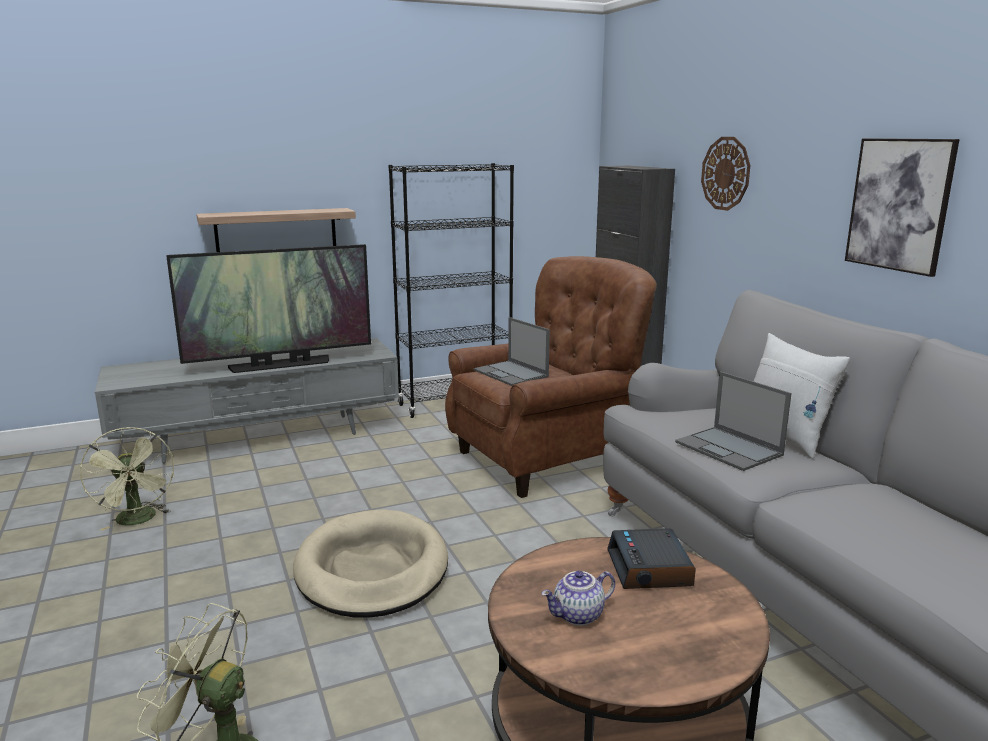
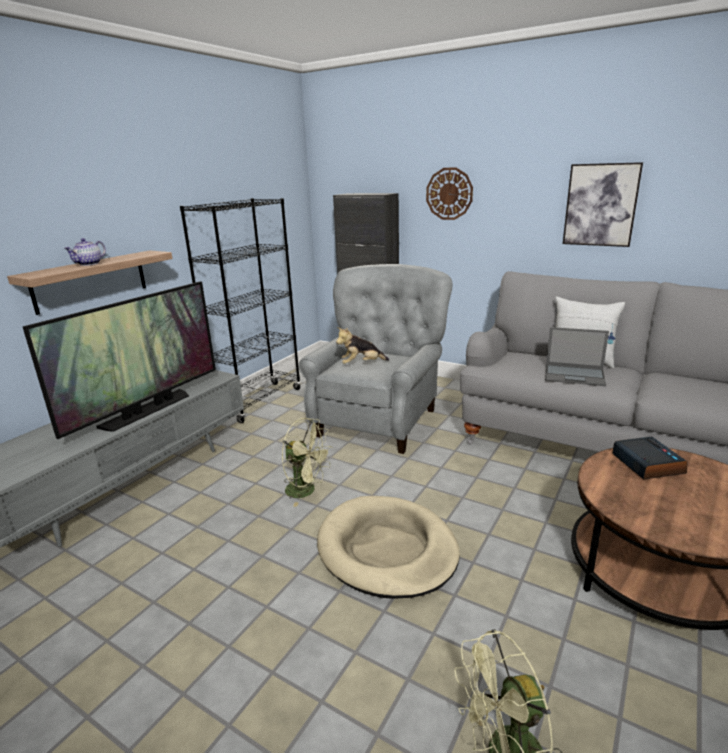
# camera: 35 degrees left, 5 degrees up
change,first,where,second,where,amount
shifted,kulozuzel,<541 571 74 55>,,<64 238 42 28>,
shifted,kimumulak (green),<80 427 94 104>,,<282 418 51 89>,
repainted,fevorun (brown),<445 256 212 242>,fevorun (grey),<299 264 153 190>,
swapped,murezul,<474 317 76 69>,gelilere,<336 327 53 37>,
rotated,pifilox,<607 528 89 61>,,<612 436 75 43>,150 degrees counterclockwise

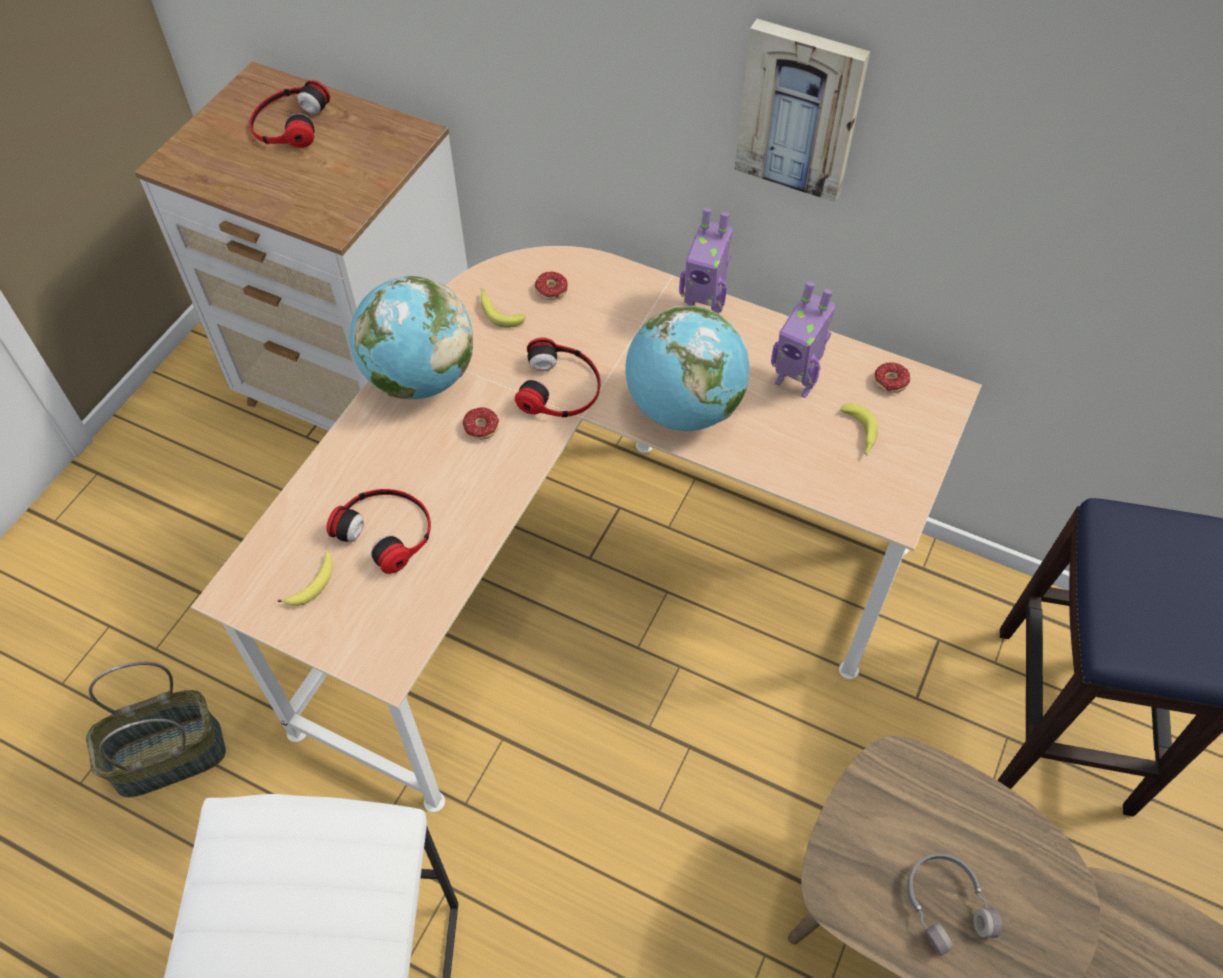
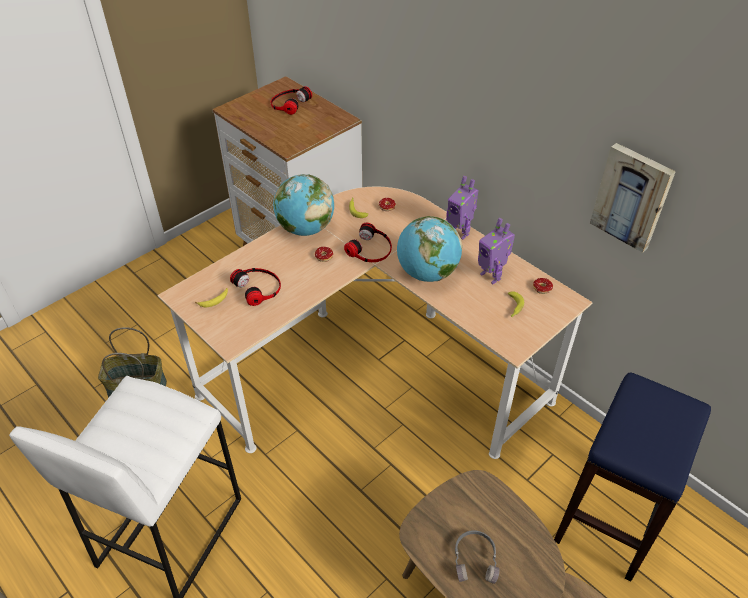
# camera: 20 degrees right, 10 degrees down
change,first,where,second,where,amount
shifted,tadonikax,<734 19 136 183>,,<590 143 86 110>,

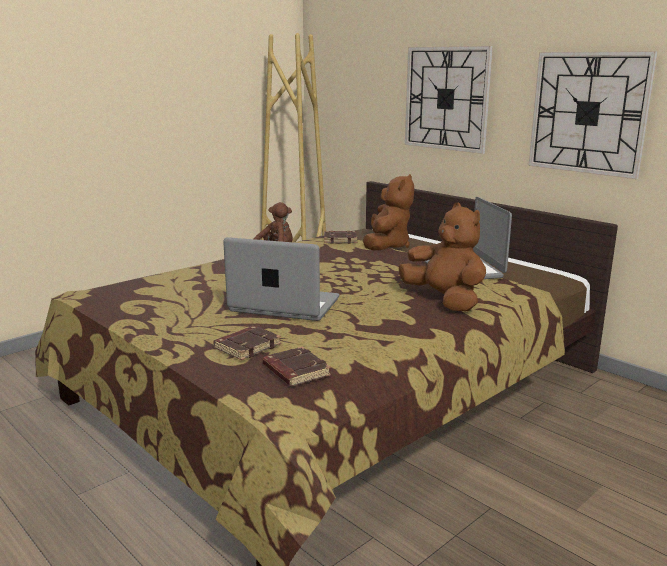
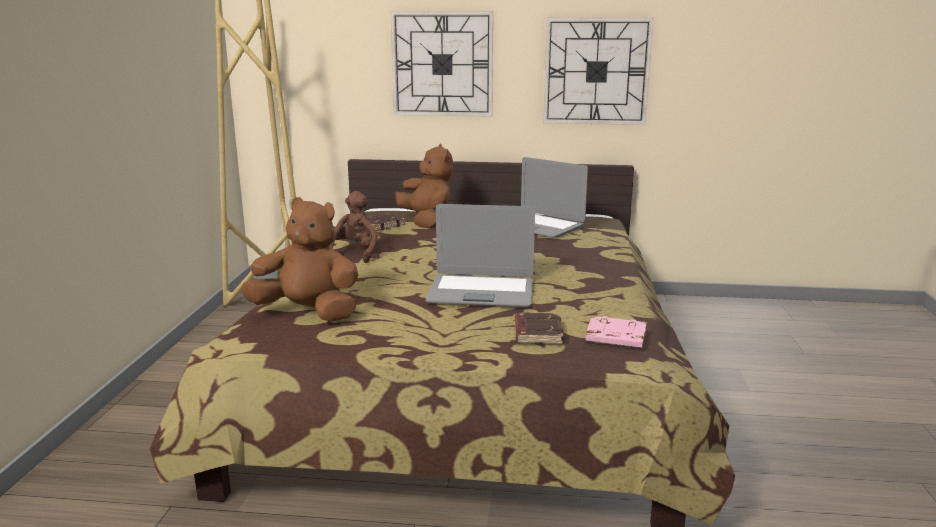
# camera: 40 degrees left, 0 degrees up
change,first,where,second,where,amount
shifted,gelilere (brown),<399 203 87 108>,,<241 197 118 125>,
rotated,murezul,<223 237 116 84>,,<426 204 109 103>,150 degrees counterclockwise
repainted,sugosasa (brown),<263 347 68 39>,sugosasa (pink),<585 316 62 32>,

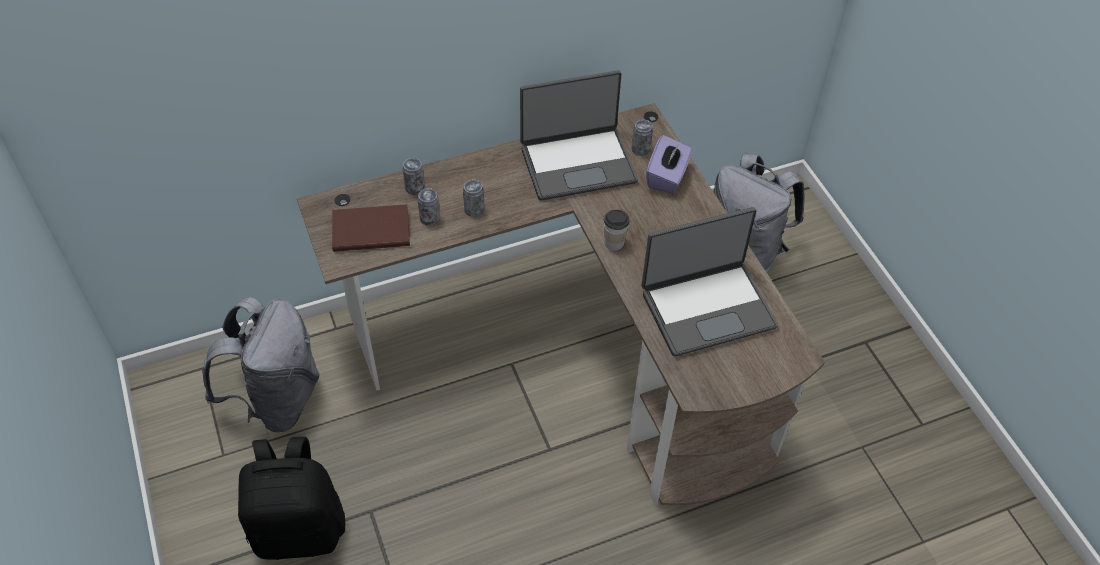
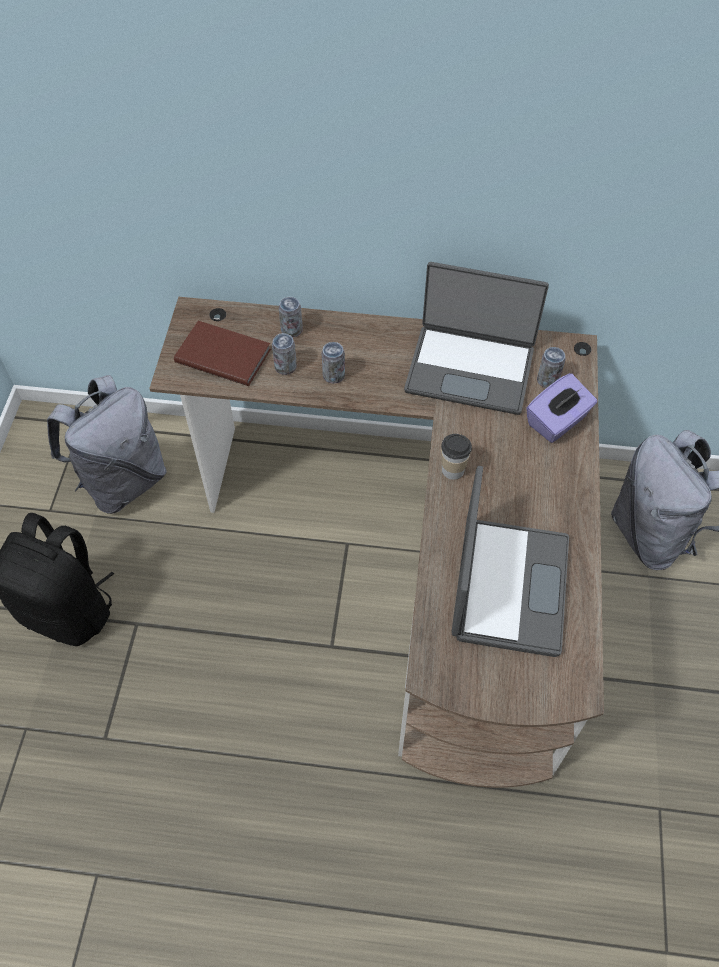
# camera: 30 degrees right, 5 degrees up
change,first,where,second,where,amount
rotated,murezul,<641 207 137 149>,,<452 466 117 191>,90 degrees counterclockwise

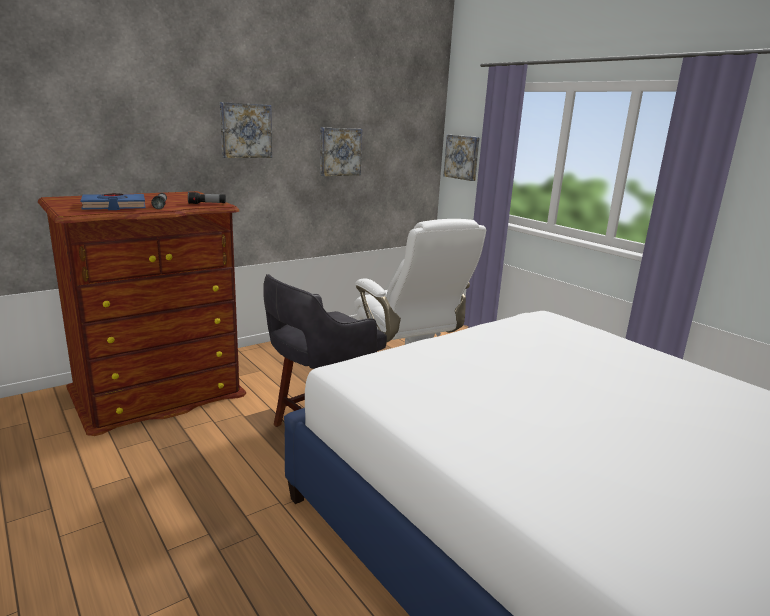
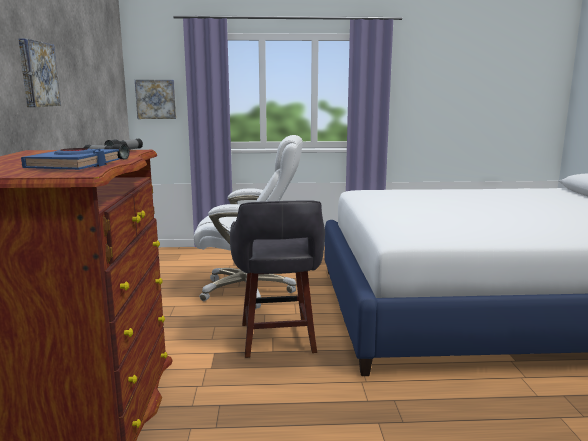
# camera: 55 degrees left, 5 degrees down
change,first,where,second,where,amount
gone,tadonikax,<320 128 42 48>,,,

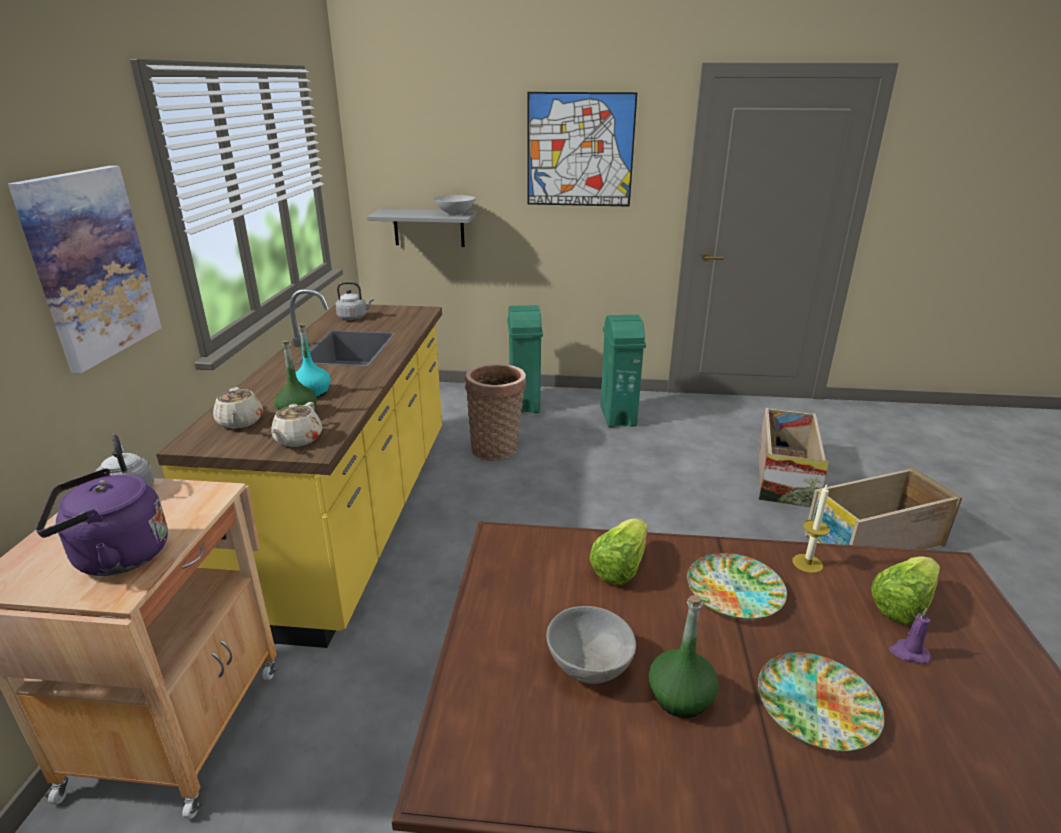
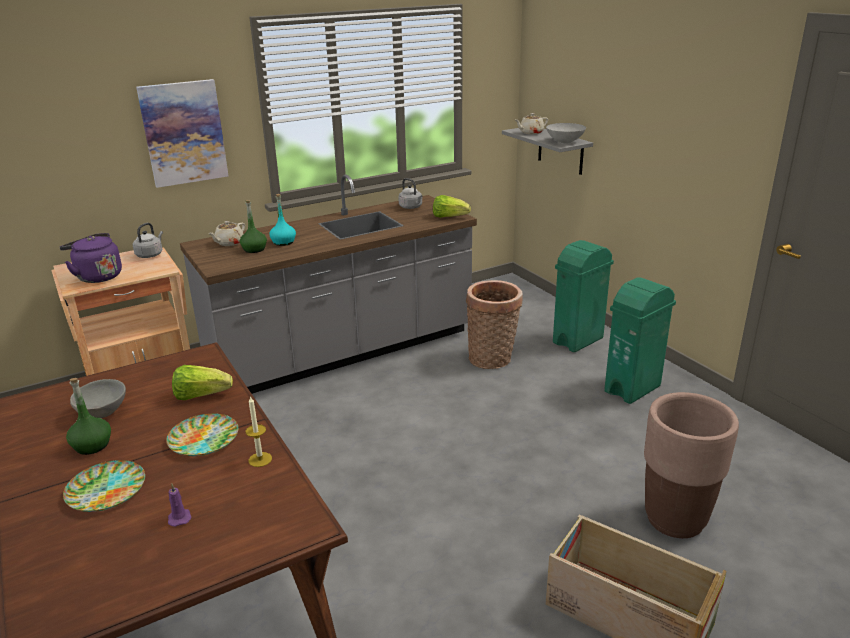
# camera: 55 degrees right, 0 degrees up
change,first,where,second,where,amount
repainted,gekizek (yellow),<156 289 286 359>,gekizek (grey),<180 175 297 219>,
shifted,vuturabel,<871 556 69 69>,,<433 195 38 23>,
shifted,kulozuzel (beige),<271 402 51 45>,,<515 113 33 21>,
swapped,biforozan,<758 408 71 100>,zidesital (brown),<644 392 95 146>,
gone,tadonikax,<527 92 110 115>,,,

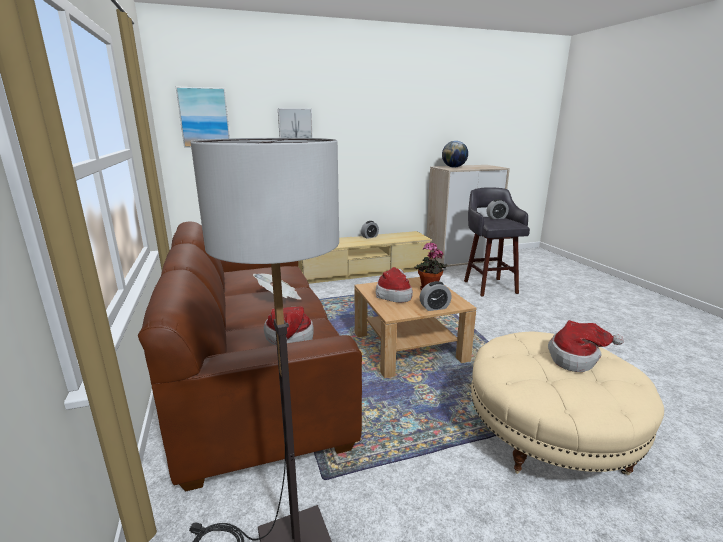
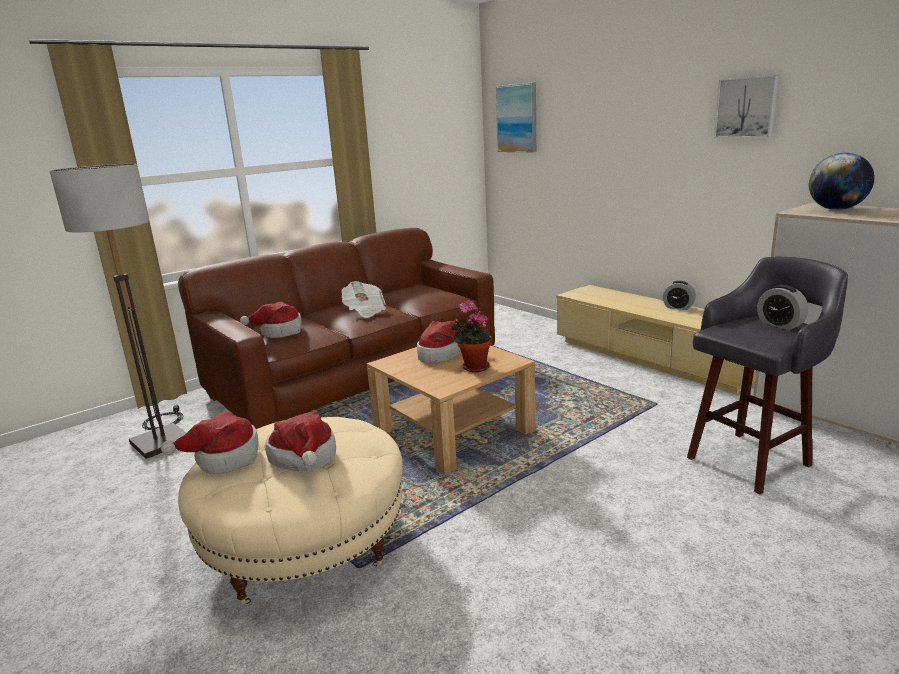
# camera: 70 degrees right, 0 degrees up
change,first,where,second,where,amount
new,,,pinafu,<161 412 97 62>,
shifted,tadonikax,<278 108 35 30>,,<714 75 65 63>,
gone,pifilox,<420 281 32 30>,,,

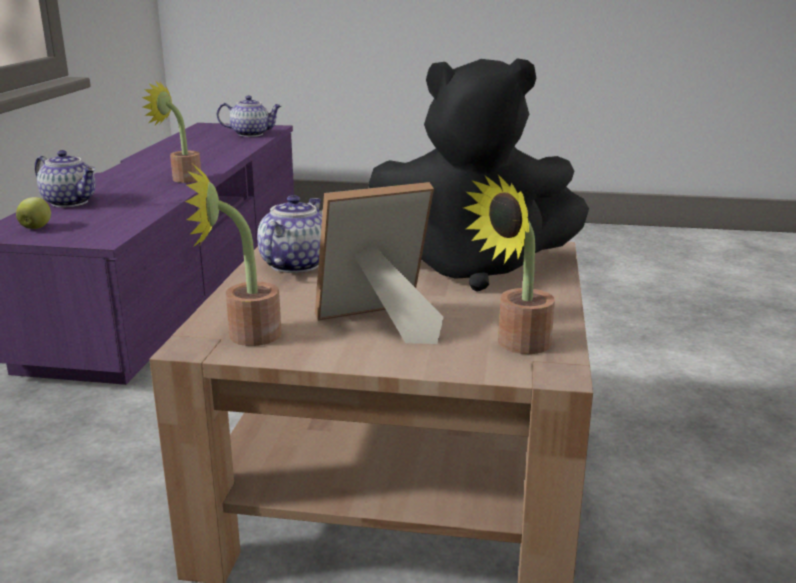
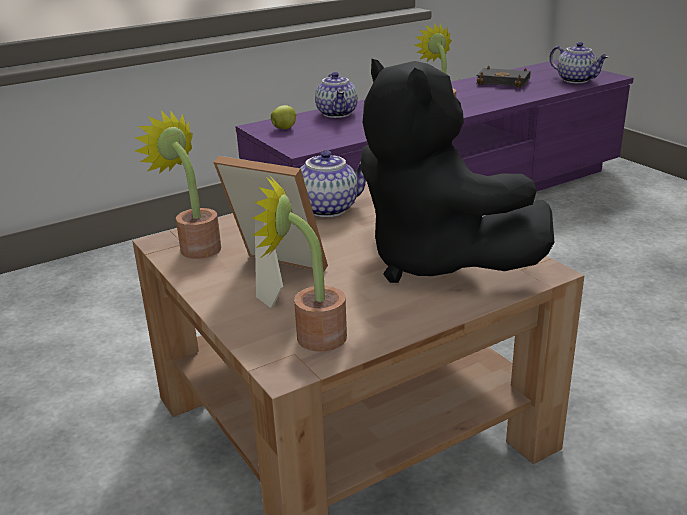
# camera: 50 degrees right, 5 degrees up
change,first,where,second,where,amount
new,,,sugosasa (black),<476 66 55 22>,

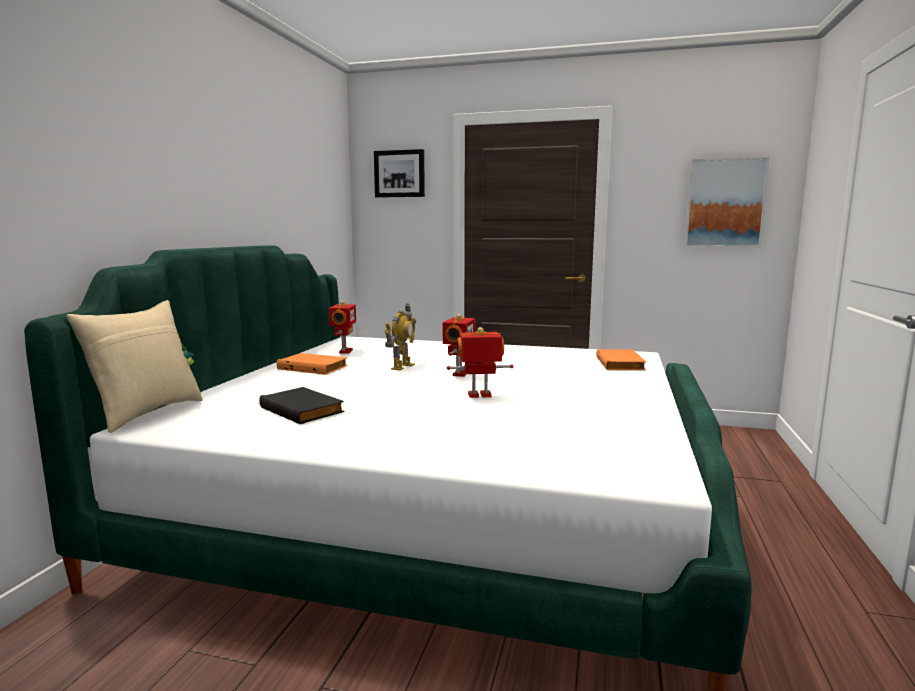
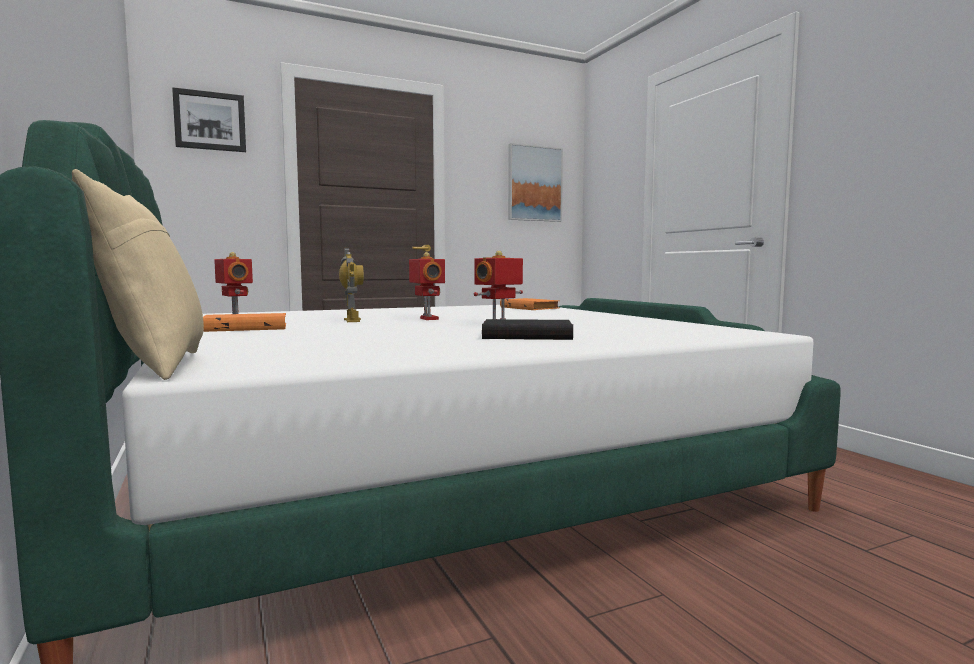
# camera: 40 degrees left, 5 degrees down
change,first,where,second,where,amount
shifted,sugosasa (black),<259 387 85 37>,,<482 319 91 21>,

